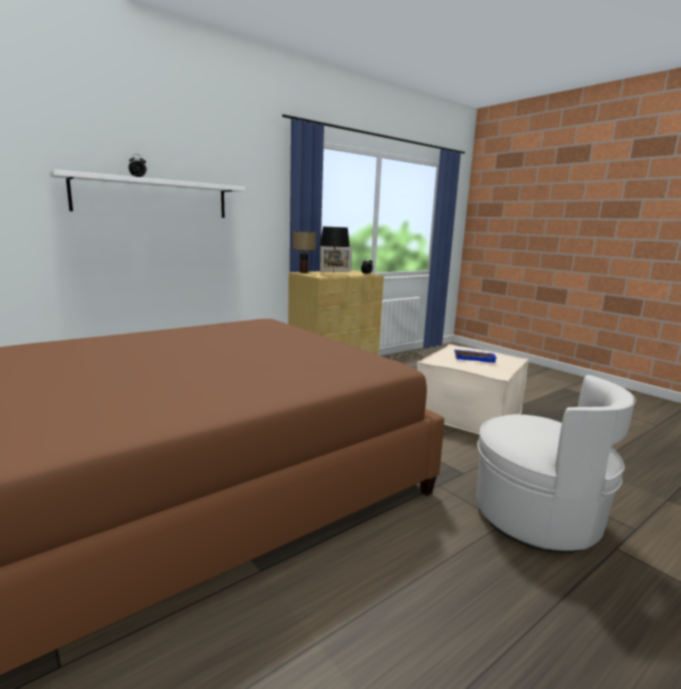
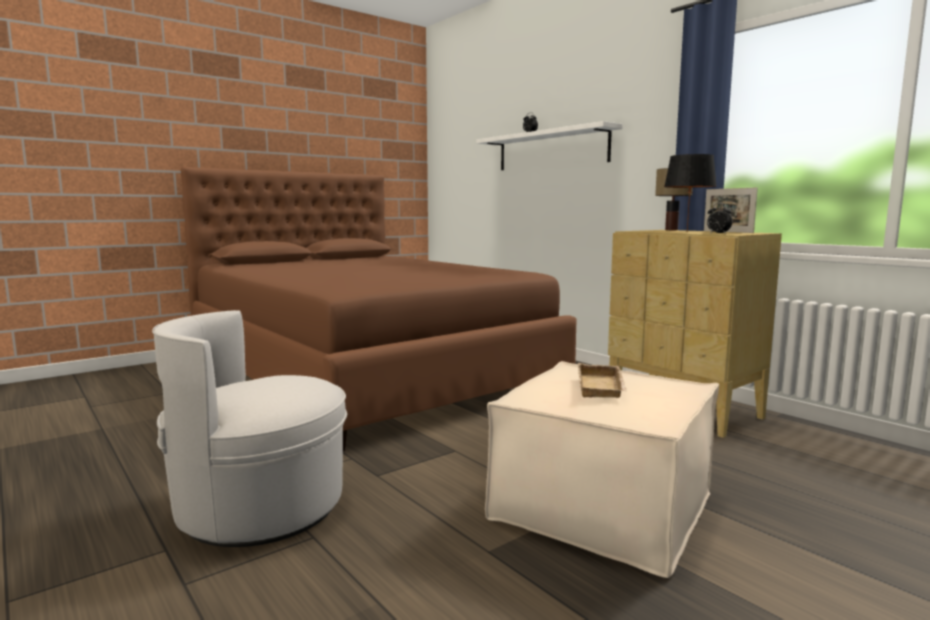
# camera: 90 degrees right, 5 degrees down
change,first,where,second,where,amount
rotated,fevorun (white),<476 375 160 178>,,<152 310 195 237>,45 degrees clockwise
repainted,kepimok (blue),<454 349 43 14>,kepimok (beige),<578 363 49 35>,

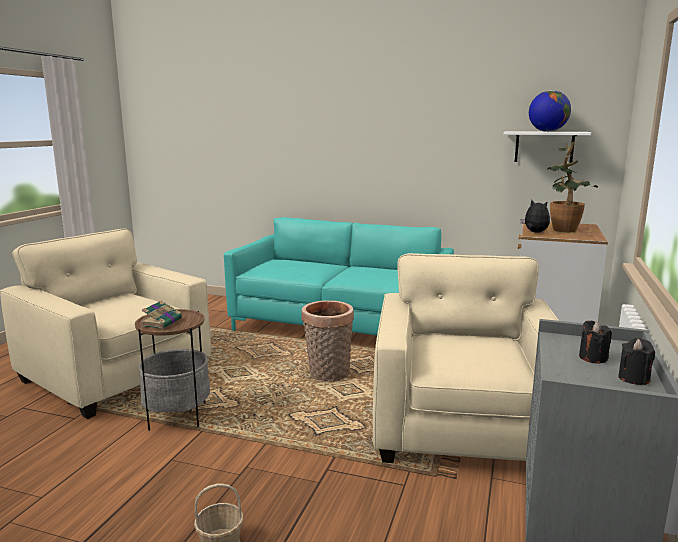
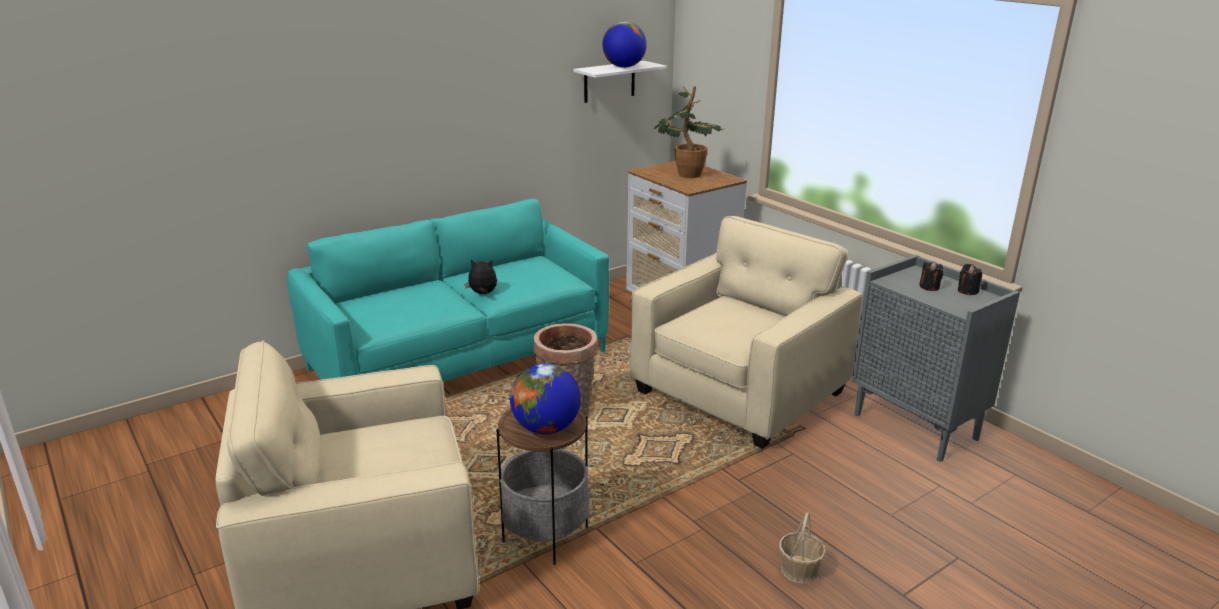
# camera: 55 degrees left, 10 degrees up
change,first,where,second,where,amount
shifted,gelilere,<520 200 30 33>,,<464 260 33 34>,
swapped,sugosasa,<141 300 41 29>,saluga,<510 363 71 71>,
rotated,fevorun (beige),<373 253 186 210>,,<630 216 233 233>,90 degrees clockwise

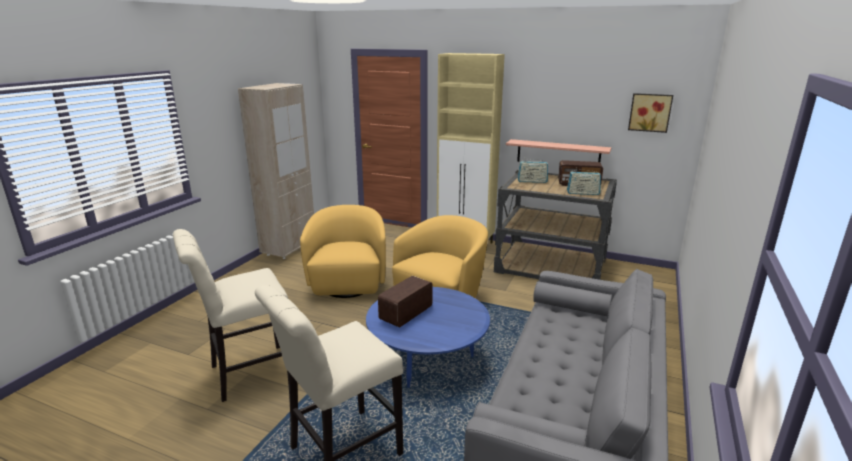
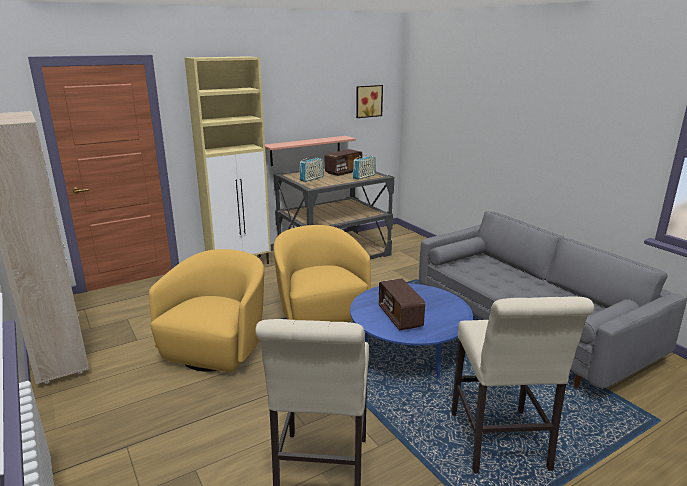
# camera: 55 degrees left, 0 degrees up
change,first,where,second,where,amount
rotated,fevorun (yellow),<300 205 86 93>,,<149 249 115 123>,75 degrees clockwise

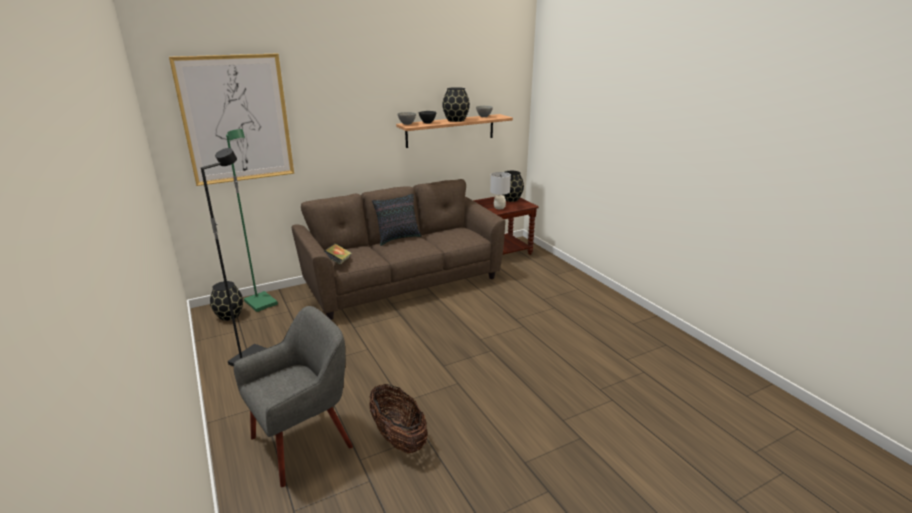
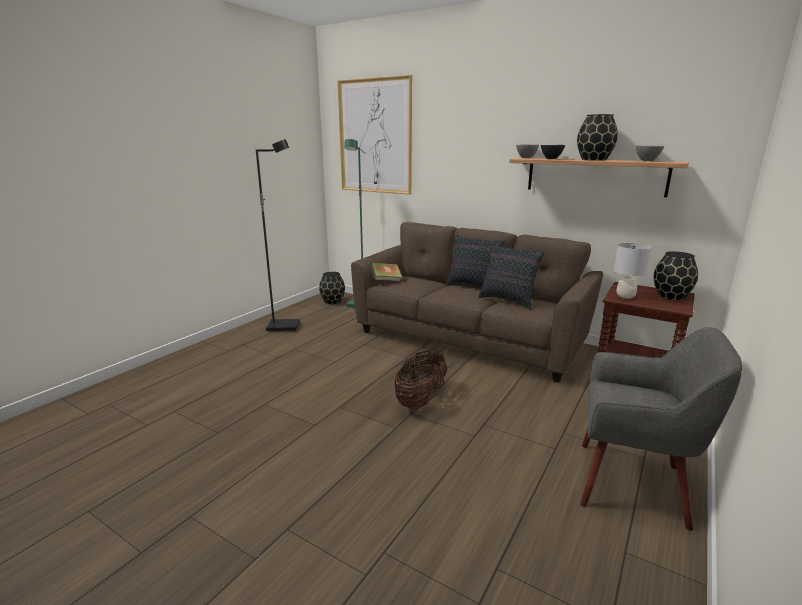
# camera: 60 degrees right, 5 degrees down
change,first,where,second,where,amount
shifted,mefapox,<369 384 59 69>,,<394 350 53 59>,
new,,,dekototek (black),<478 243 67 67>,
shifted,fevorun (grey),<234 306 119 181>,,<580 327 162 204>,

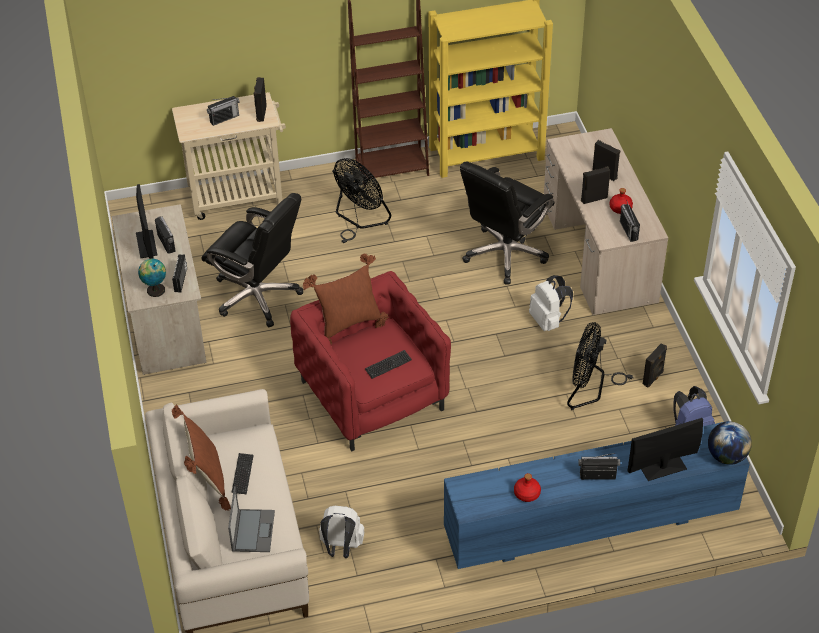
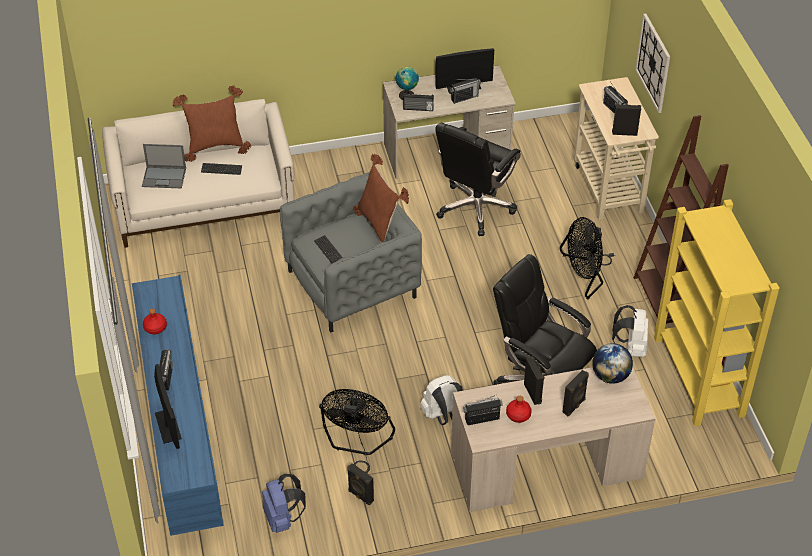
# camera: 90 degrees right, 0 degrees up
change,first,where,second,where,amount
repainted,fevorun (red),<290 271 161 180>,fevorun (grey),<280 172 142 161>,
rotated,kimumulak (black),<332 158 59 85>,,<560 217 55 83>,120 degrees clockwise
shifted,saluga,<708 421 44 44>,,<592 343 41 41>,
shifted,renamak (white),<319 506 45 52>,,<612 305 36 52>,
new,,,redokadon,<635 14 35 99>,

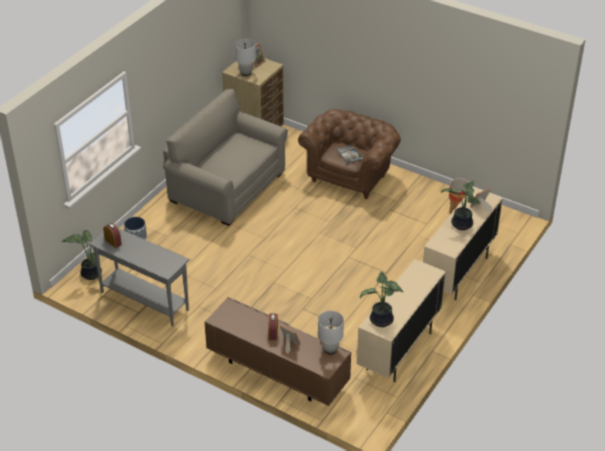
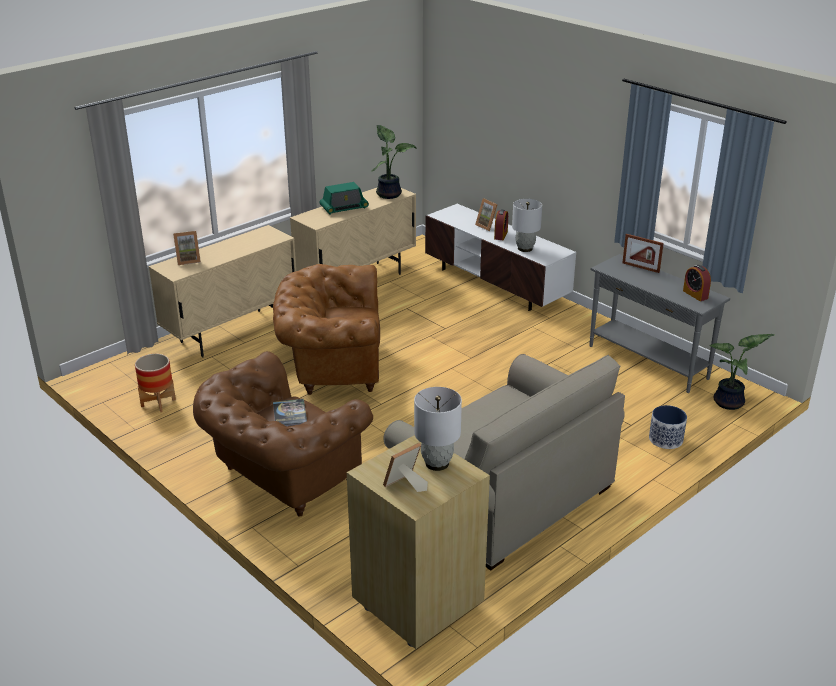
# camera: 165 degrees left, 10 degrees down
change,first,where,second,where,amount
new,,,fevorun (brown),<273 264 107 131>,
new,,,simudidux,<320 182 49 33>,
repainted,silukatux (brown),<205 297 146 109>,silukatux (white),<425 204 151 107>,
shifted,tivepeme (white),<318 311 26 44>,,<512 199 30 53>,
new,,,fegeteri,<622 234 42 39>,
gone,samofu,<441 181 39 49>,,,

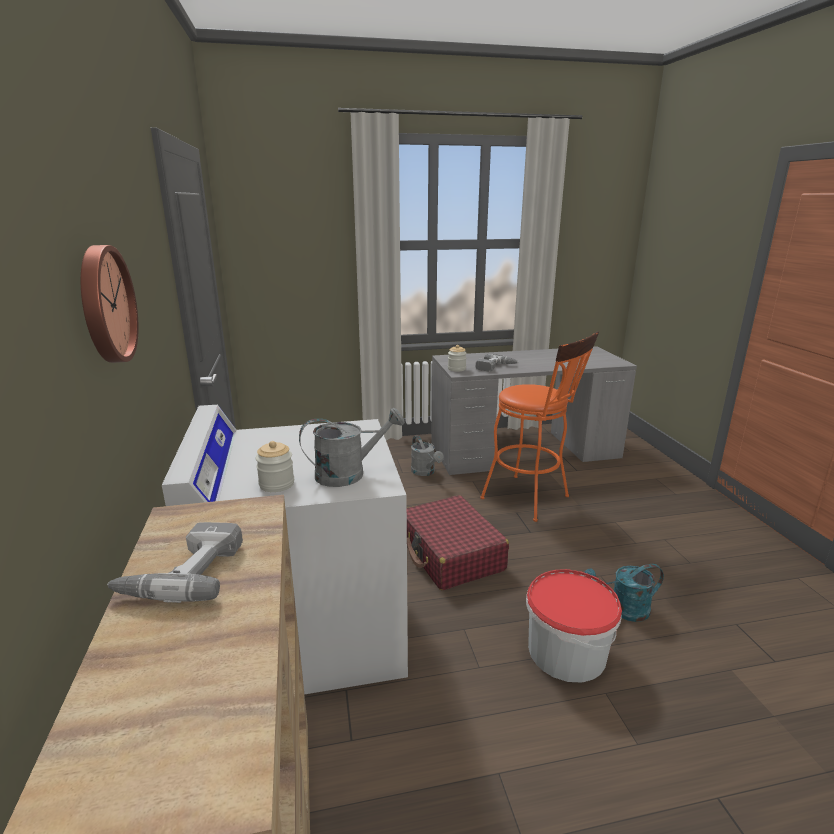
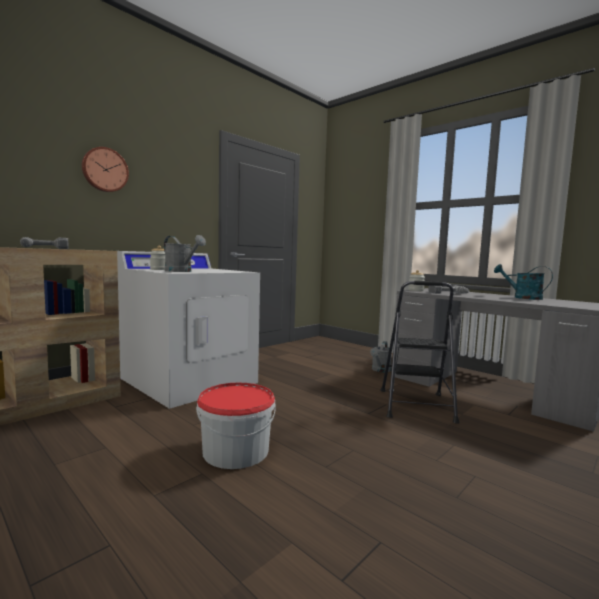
# camera: 55 degrees right, 15 degrees down
change,first,where,second,where,amount
swapped,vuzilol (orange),<480 332 119 190>,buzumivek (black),<380 281 80 142>,
shifted,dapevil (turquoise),<584 564 80 58>,,<494 264 59 36>,
gone,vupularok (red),<407 495 102 95>,,,

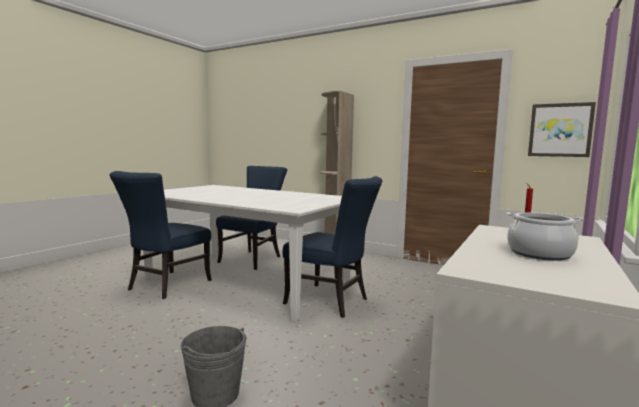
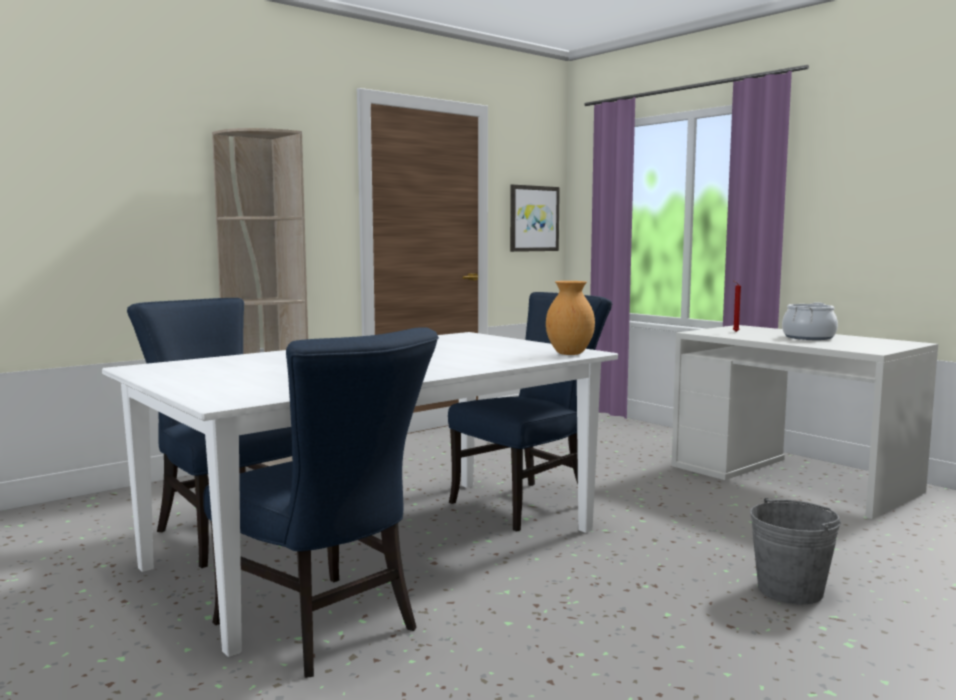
# camera: 70 degrees left, 0 degrees up
change,first,where,second,where,amount
new,,,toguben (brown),<546 281 49 74>,

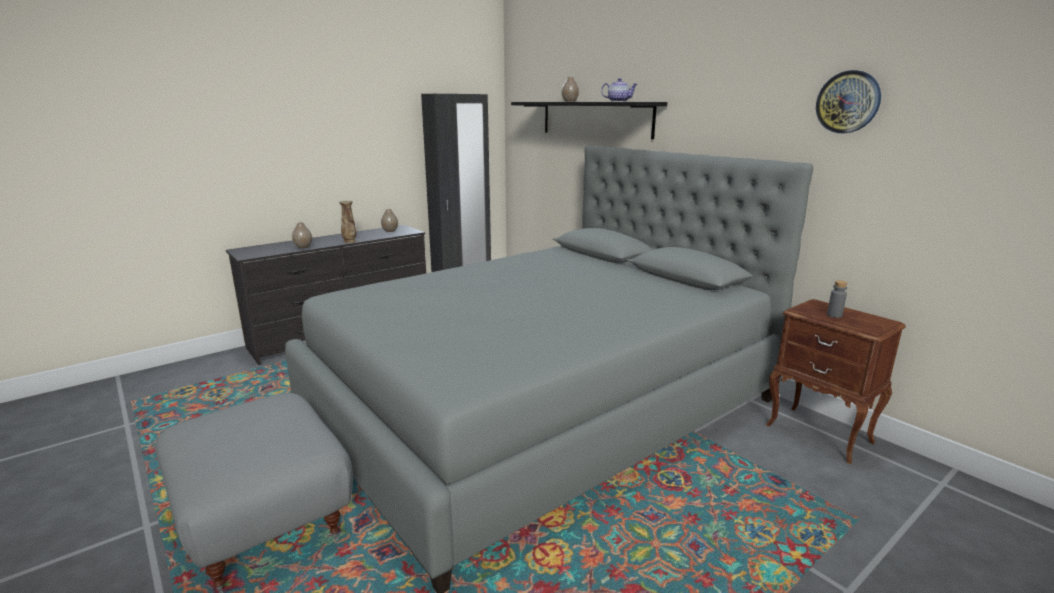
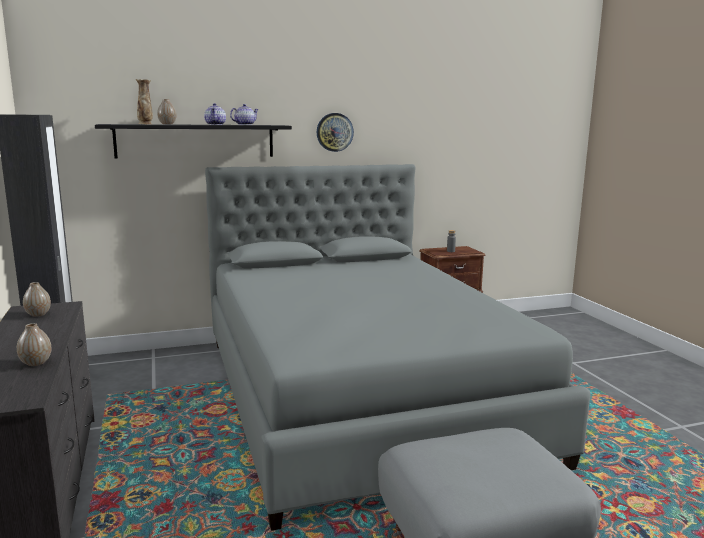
# camera: 70 degrees left, 5 degrees down
change,first,where,second,where,amount
shifted,toguben,<339 200 17 43>,,<136 79 17 45>,
new,,,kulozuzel,<204 103 22 22>,
shifted,redokadon,<816 70 65 63>,,<317 113 37 39>,

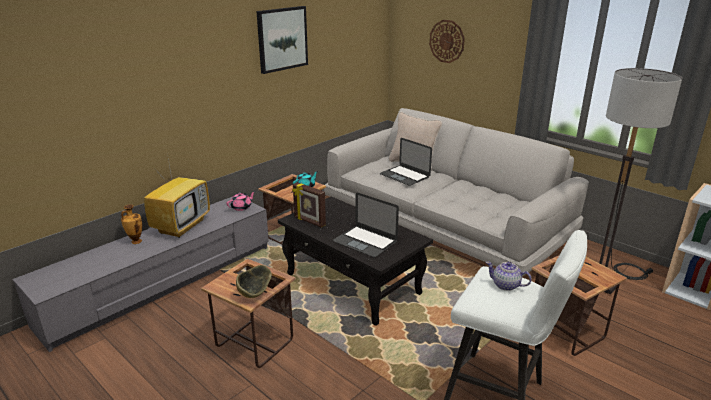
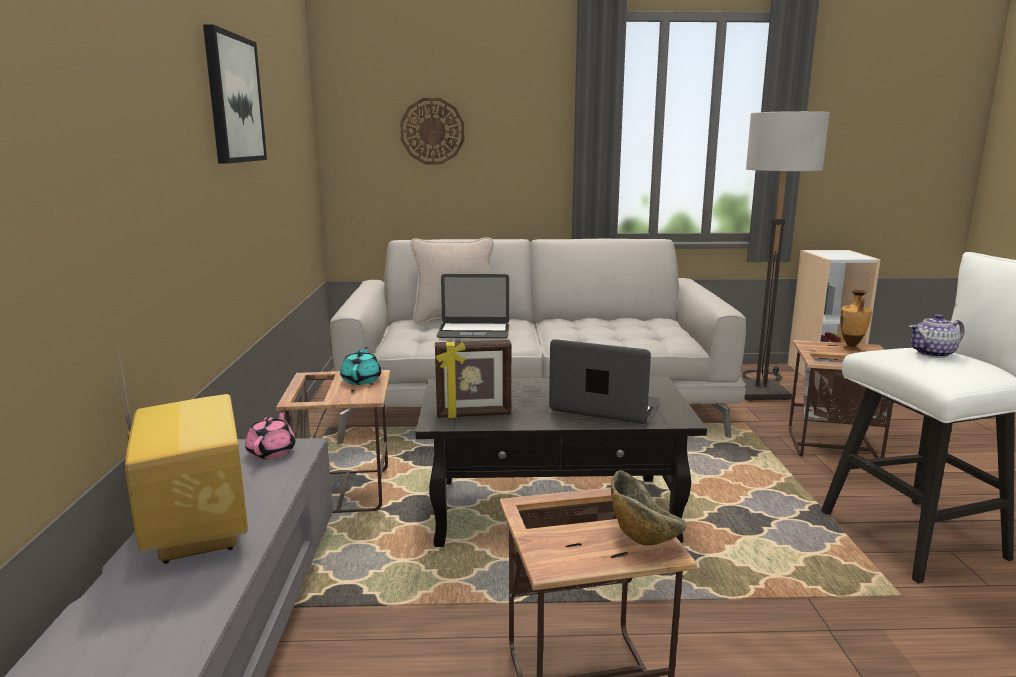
# camera: 45 degrees left, 10 degrees down
change,first,where,second,where,amount
rotated,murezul,<333 193 66 64>,,<549 339 111 85>,150 degrees counterclockwise
shifted,toguben,<121 204 21 40>,,<840 289 32 62>,

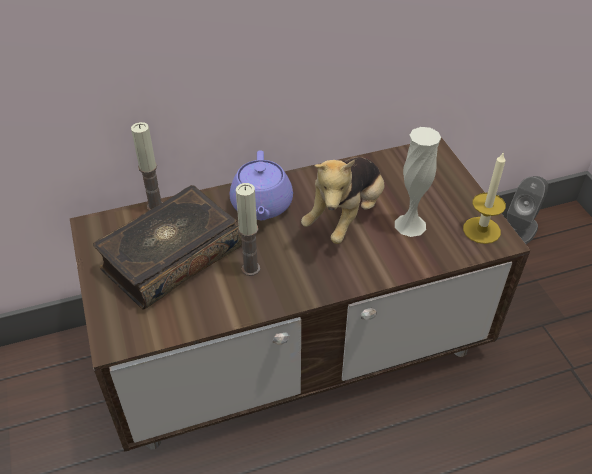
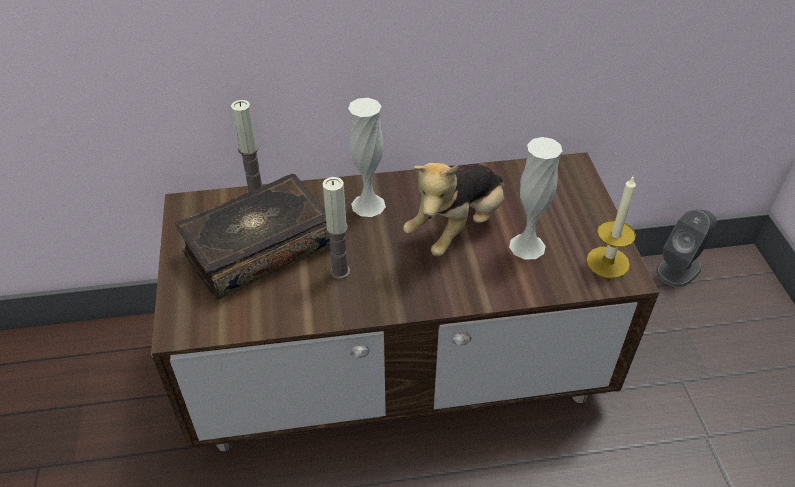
# camera: 10 degrees right, 0 degrees up
change,first,where,second,where,amount
swapped,kulozuzel (purple),<230 150 63 70>,toguben (white),<348 98 38 119>,

